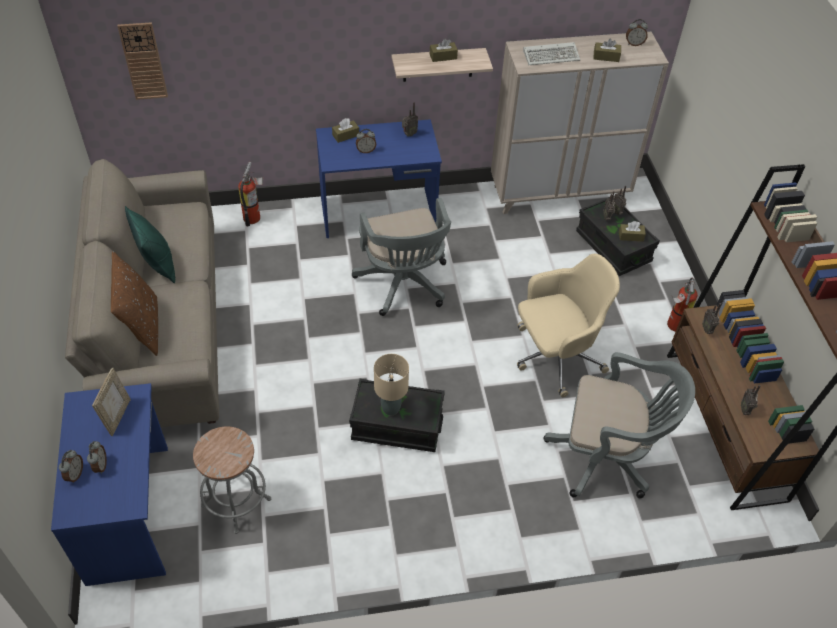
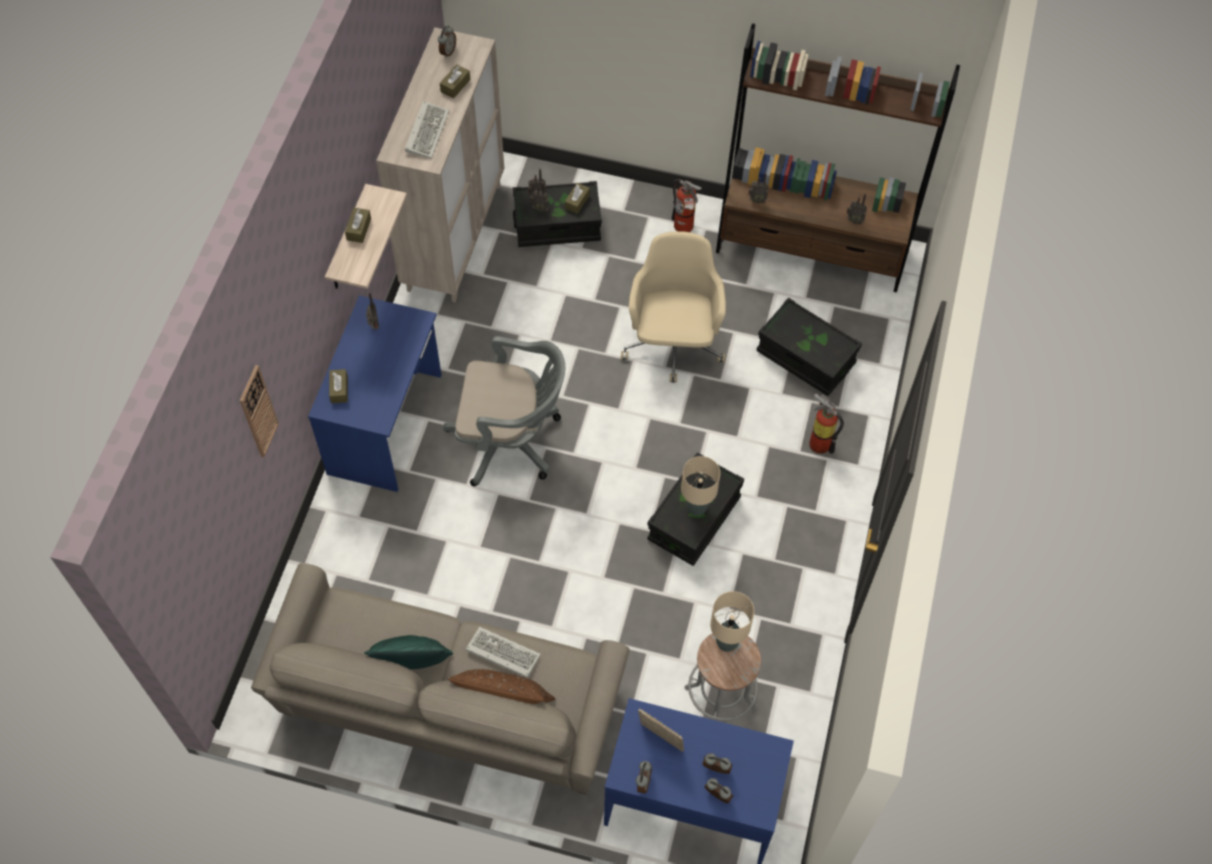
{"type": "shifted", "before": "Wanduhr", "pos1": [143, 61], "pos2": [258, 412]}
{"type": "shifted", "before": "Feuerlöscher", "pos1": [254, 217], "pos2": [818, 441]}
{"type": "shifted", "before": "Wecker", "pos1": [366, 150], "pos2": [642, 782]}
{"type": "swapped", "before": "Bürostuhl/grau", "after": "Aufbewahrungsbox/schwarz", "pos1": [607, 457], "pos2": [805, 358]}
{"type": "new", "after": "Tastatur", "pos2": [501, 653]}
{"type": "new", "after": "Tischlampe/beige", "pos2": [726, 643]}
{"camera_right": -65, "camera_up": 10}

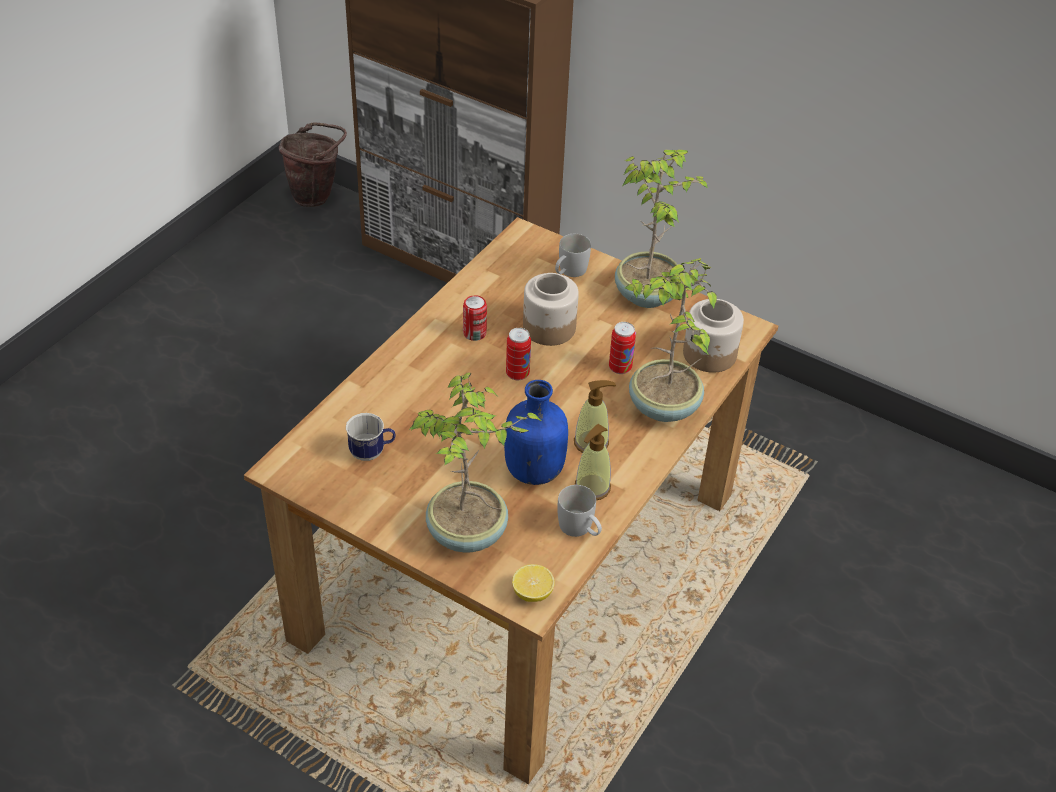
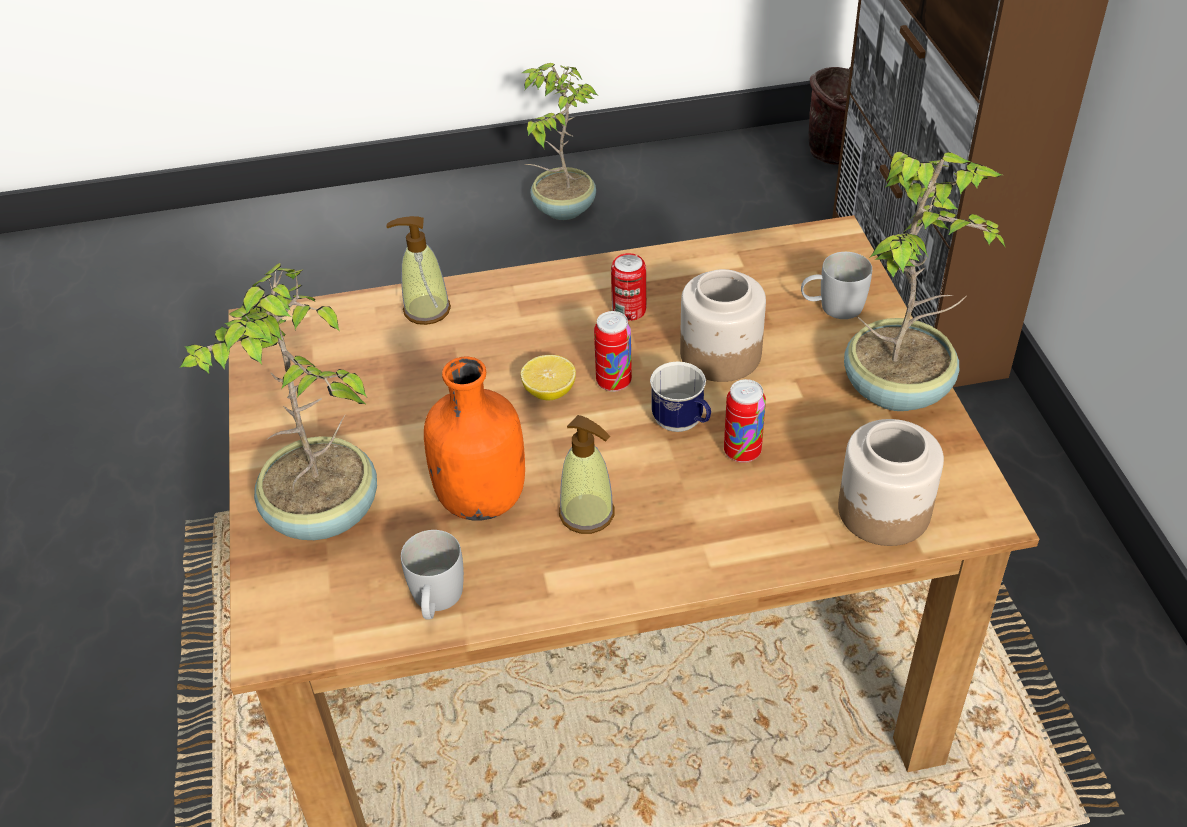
{"type": "shifted", "before": "Henkelbecher", "pos1": [372, 452], "pos2": [683, 424]}
{"type": "repainted", "before": "Flasche/blau", "after": "Flasche/orange", "pos1": [533, 470], "pos2": [482, 497]}
{"type": "shifted", "before": "Zitrone", "pos1": [532, 593], "pos2": [549, 392]}
{"type": "shifted", "before": "Seifenspender", "pos1": [592, 487], "pos2": [426, 310]}
{"type": "shifted", "before": "Topfpflanze", "pos1": [662, 408], "pos2": [562, 209]}
{"camera_right": 50, "camera_up": 0}

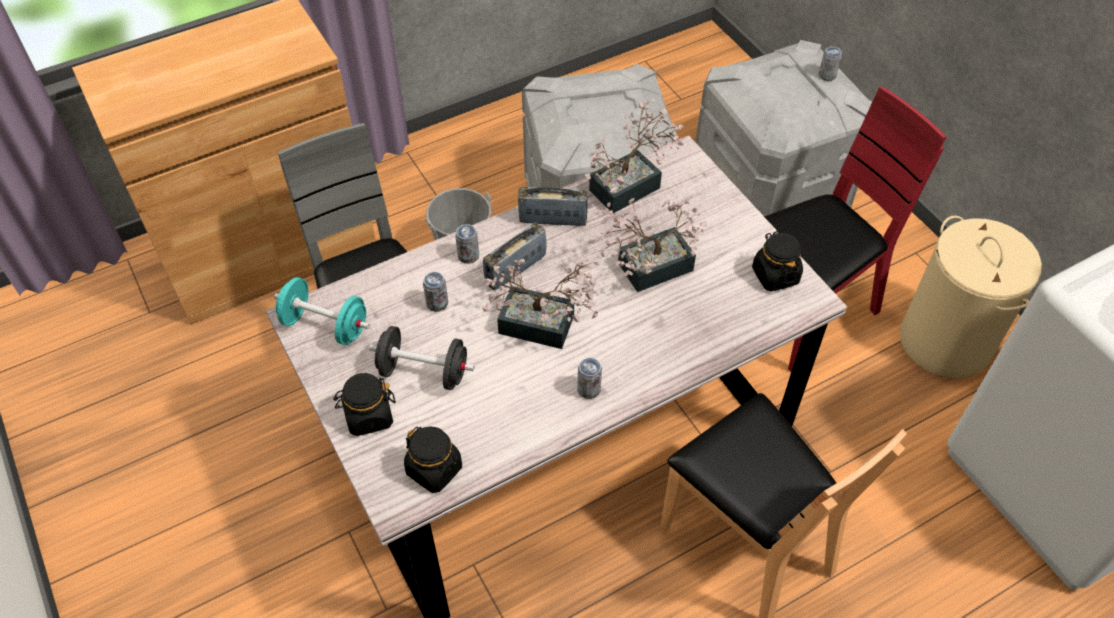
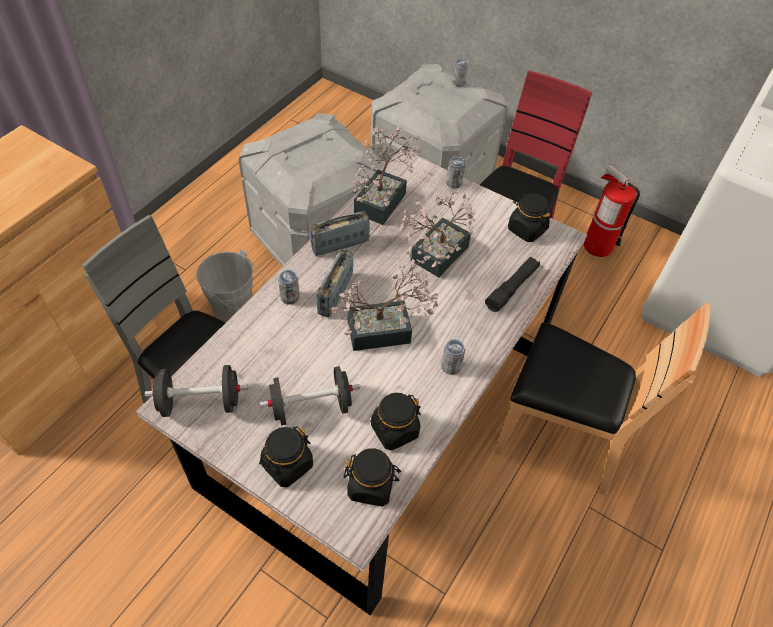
{"type": "repainted", "before": "Hantel/türkis", "after": "Hantel/schwarz", "pos1": [325, 325], "pos2": [200, 402]}
{"type": "shifted", "before": "Dose", "pos1": [437, 303], "pos2": [454, 183]}
{"type": "swapped", "before": "Wäschekorb/beige", "after": "Feuerlöscher", "pos1": [944, 341], "pos2": [597, 246]}
{"type": "new", "after": "Vorratsglas/schwarz", "pos2": [394, 430]}
{"type": "new", "after": "Taschenlampe/schwarz", "pos2": [512, 288]}
{"camera_right": -30, "camera_up": 0}

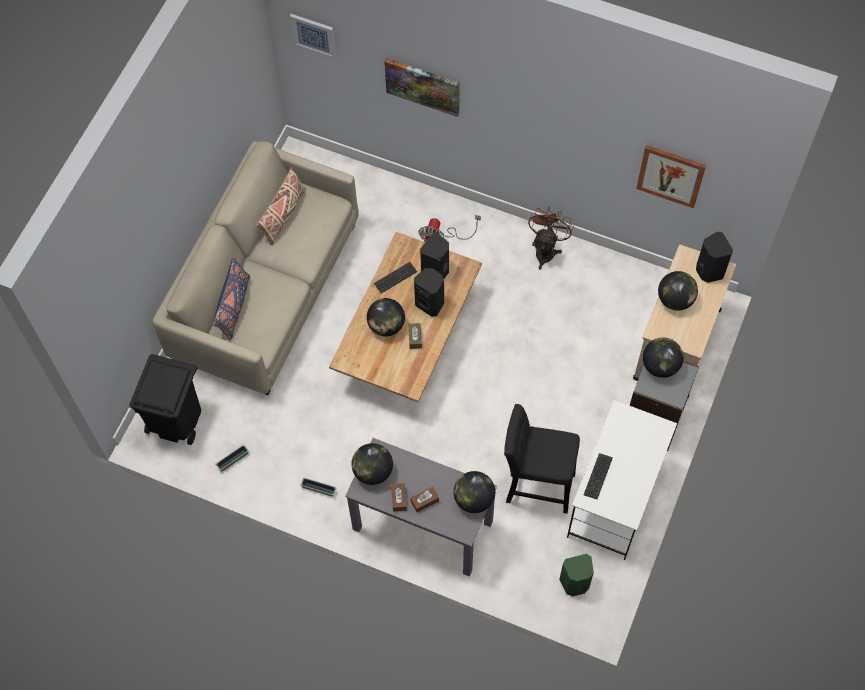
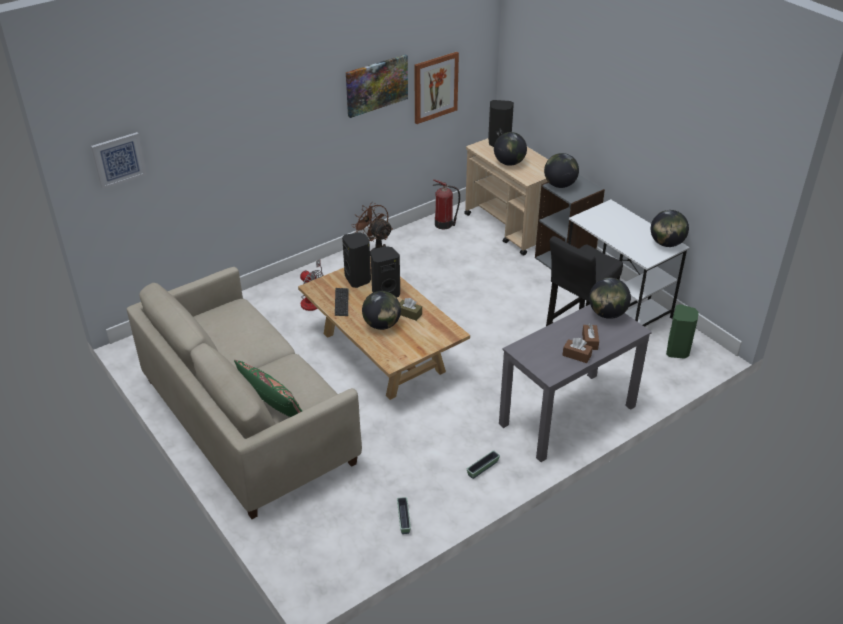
{"type": "gone", "before": "Mülleimer/schwarz", "pos1": [176, 420]}
{"type": "repainted", "before": "Kissen/blau", "after": "Kissen/grün", "pos1": [234, 307], "pos2": [272, 405]}
{"type": "gone", "before": "Kissen/beige", "pos1": [283, 215]}
{"type": "shifted", "before": "Globus", "pos1": [373, 471], "pos2": [666, 243]}
{"type": "shifted", "before": "Bild", "pos1": [423, 85], "pos2": [376, 85]}
{"type": "gone", "before": "Tastatur", "pos1": [598, 476]}
{"type": "new", "after": "Feuerlöscher", "pos2": [444, 224]}
{"camera_right": -60, "camera_up": -25}

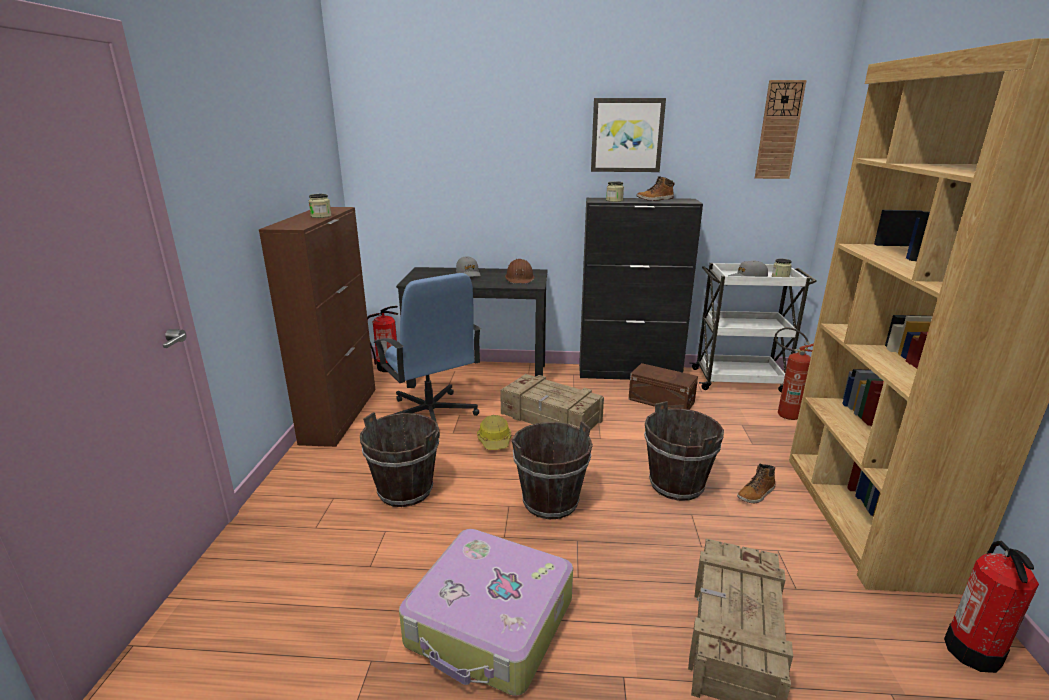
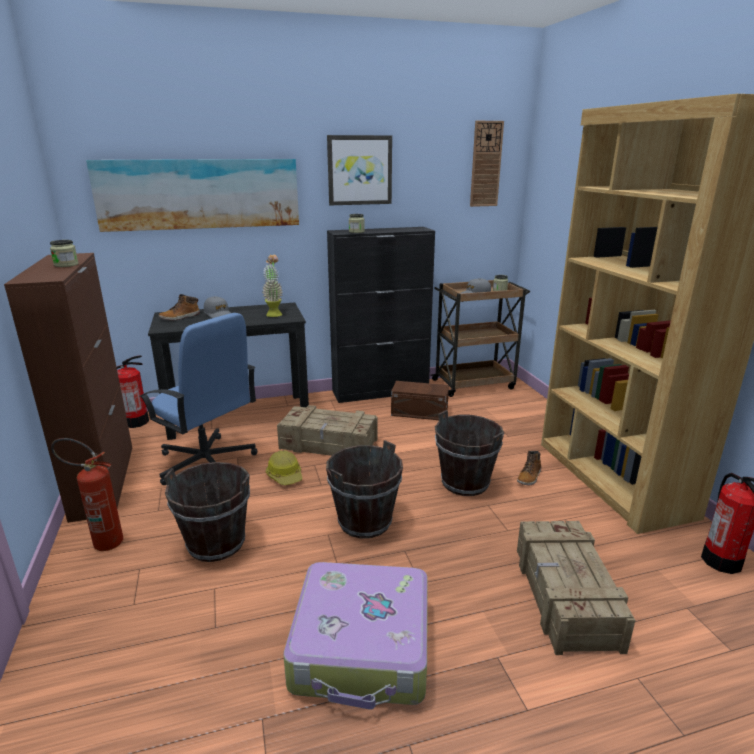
{"type": "swapped", "before": "Schutzhelm/braun", "after": "Topfpflanze", "pos1": [520, 278], "pos2": [274, 313]}
{"type": "shifted", "before": "Stiefel", "pos1": [655, 199], "pos2": [180, 317]}
{"type": "repainted", "before": "Rollwagen/weiß", "after": "Rollwagen/braun", "pos1": [739, 380], "pos2": [474, 384]}
{"type": "shifted", "before": "Feuerlöscher", "pos1": [782, 414], "pos2": [101, 542]}
{"type": "new", "after": "Bild", "pos2": [199, 194]}
{"camera_right": -20, "camera_up": 0}

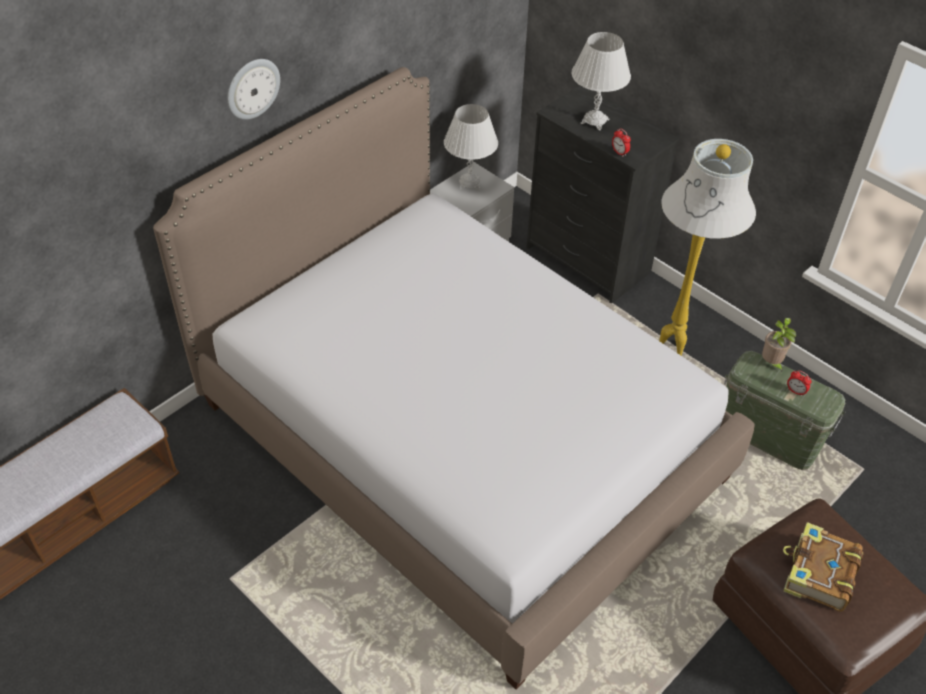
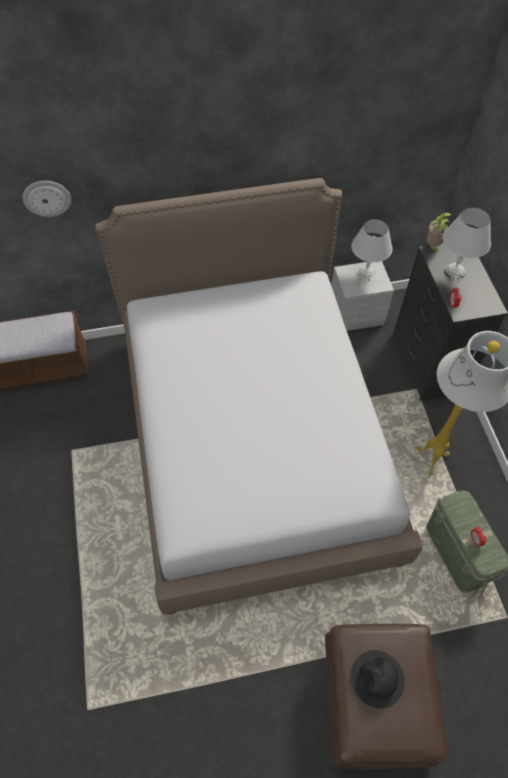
{"type": "shifted", "before": "Wanduhr", "pos1": [252, 88], "pos2": [47, 197]}
{"type": "shifted", "before": "Topfpflanze", "pos1": [771, 363], "pos2": [432, 246]}
{"type": "swapped", "before": "Buch", "after": "Hut/schwarz", "pos1": [818, 575], "pos2": [377, 679]}
{"camera_right": 35, "camera_up": 10}

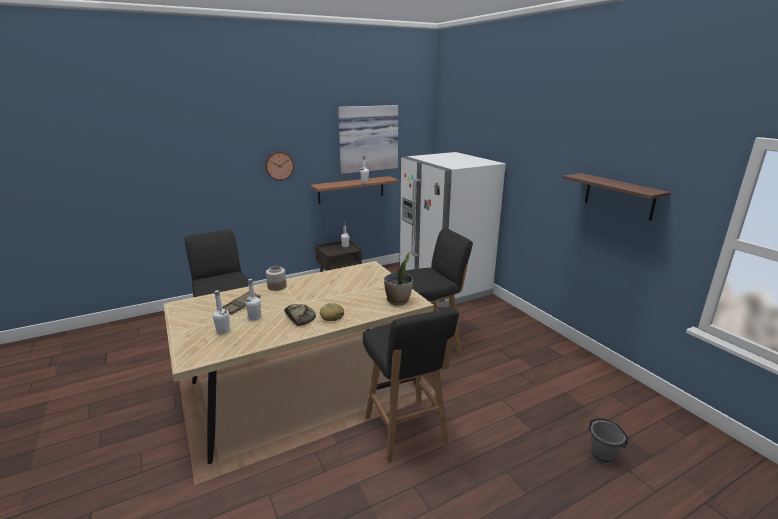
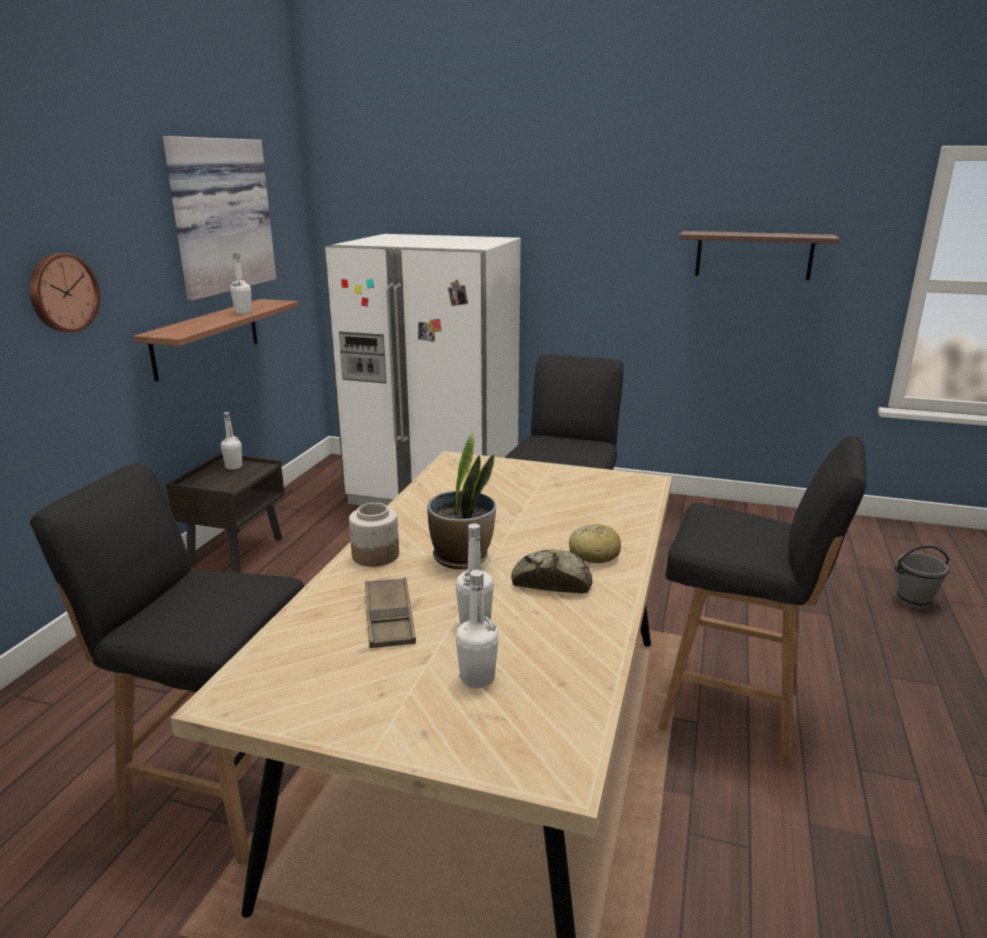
{"type": "shifted", "before": "Topfpflanze", "pos1": [398, 301], "pos2": [462, 557]}
{"camera_right": -45, "camera_up": 0}

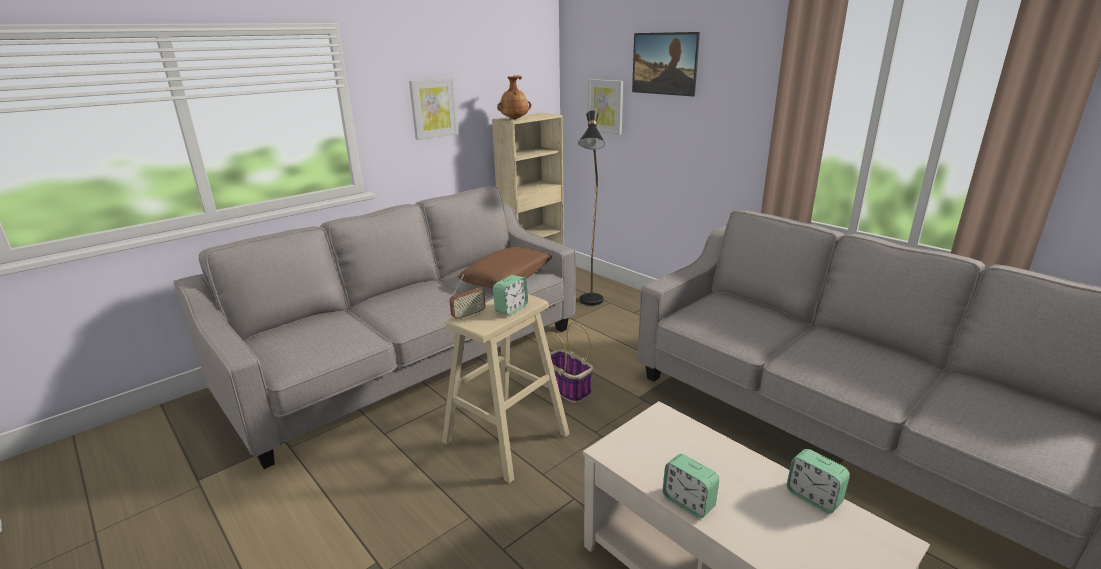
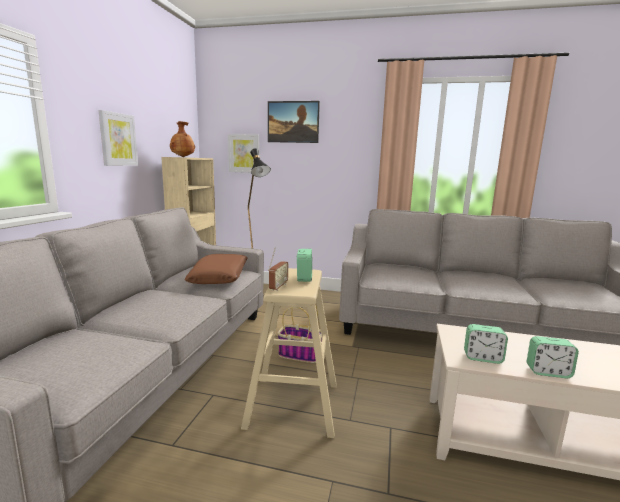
{"type": "shifted", "before": "Wecker", "pos1": [813, 497], "pos2": [482, 358]}
{"camera_right": -35, "camera_up": -10}

